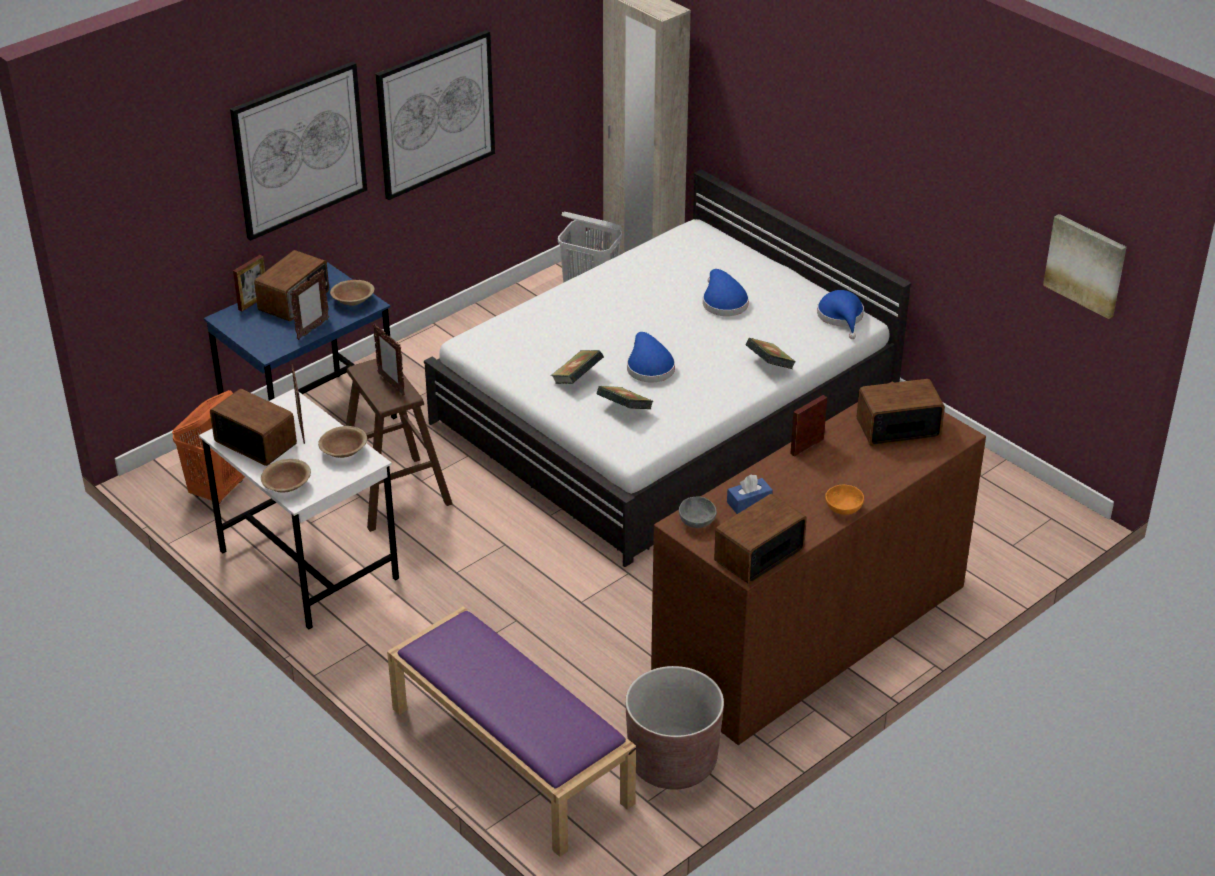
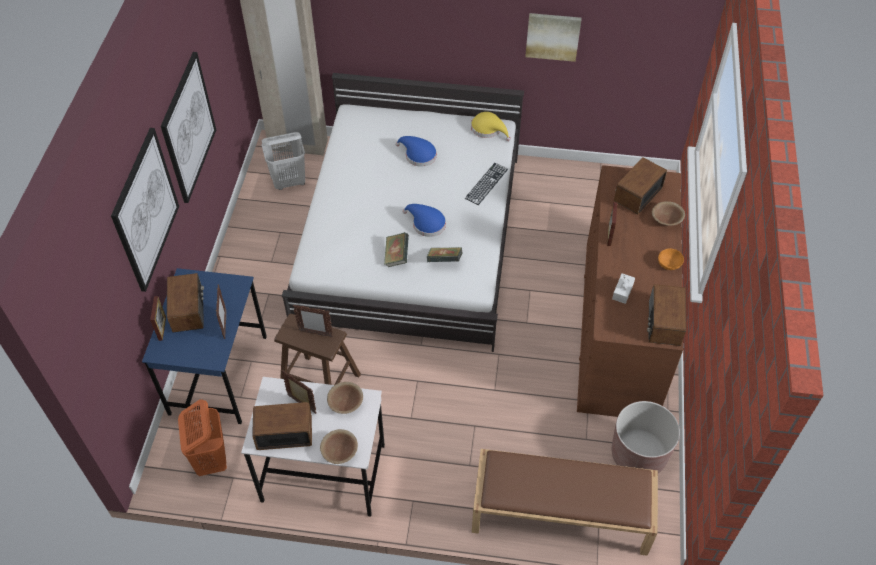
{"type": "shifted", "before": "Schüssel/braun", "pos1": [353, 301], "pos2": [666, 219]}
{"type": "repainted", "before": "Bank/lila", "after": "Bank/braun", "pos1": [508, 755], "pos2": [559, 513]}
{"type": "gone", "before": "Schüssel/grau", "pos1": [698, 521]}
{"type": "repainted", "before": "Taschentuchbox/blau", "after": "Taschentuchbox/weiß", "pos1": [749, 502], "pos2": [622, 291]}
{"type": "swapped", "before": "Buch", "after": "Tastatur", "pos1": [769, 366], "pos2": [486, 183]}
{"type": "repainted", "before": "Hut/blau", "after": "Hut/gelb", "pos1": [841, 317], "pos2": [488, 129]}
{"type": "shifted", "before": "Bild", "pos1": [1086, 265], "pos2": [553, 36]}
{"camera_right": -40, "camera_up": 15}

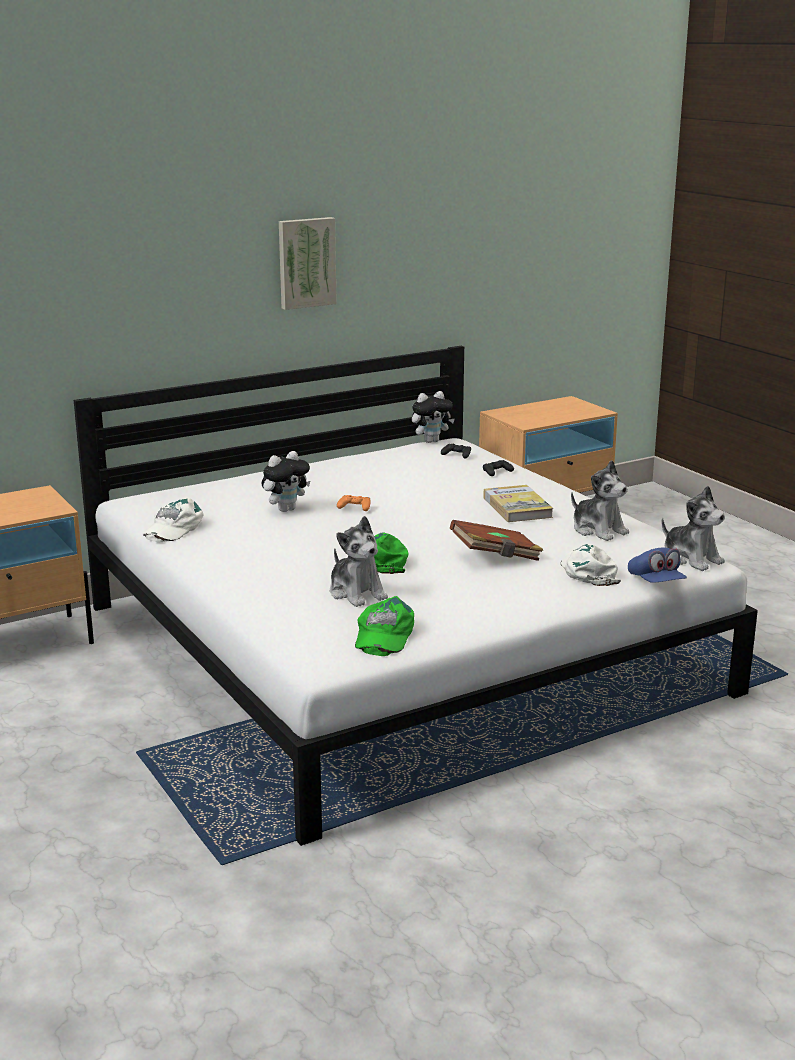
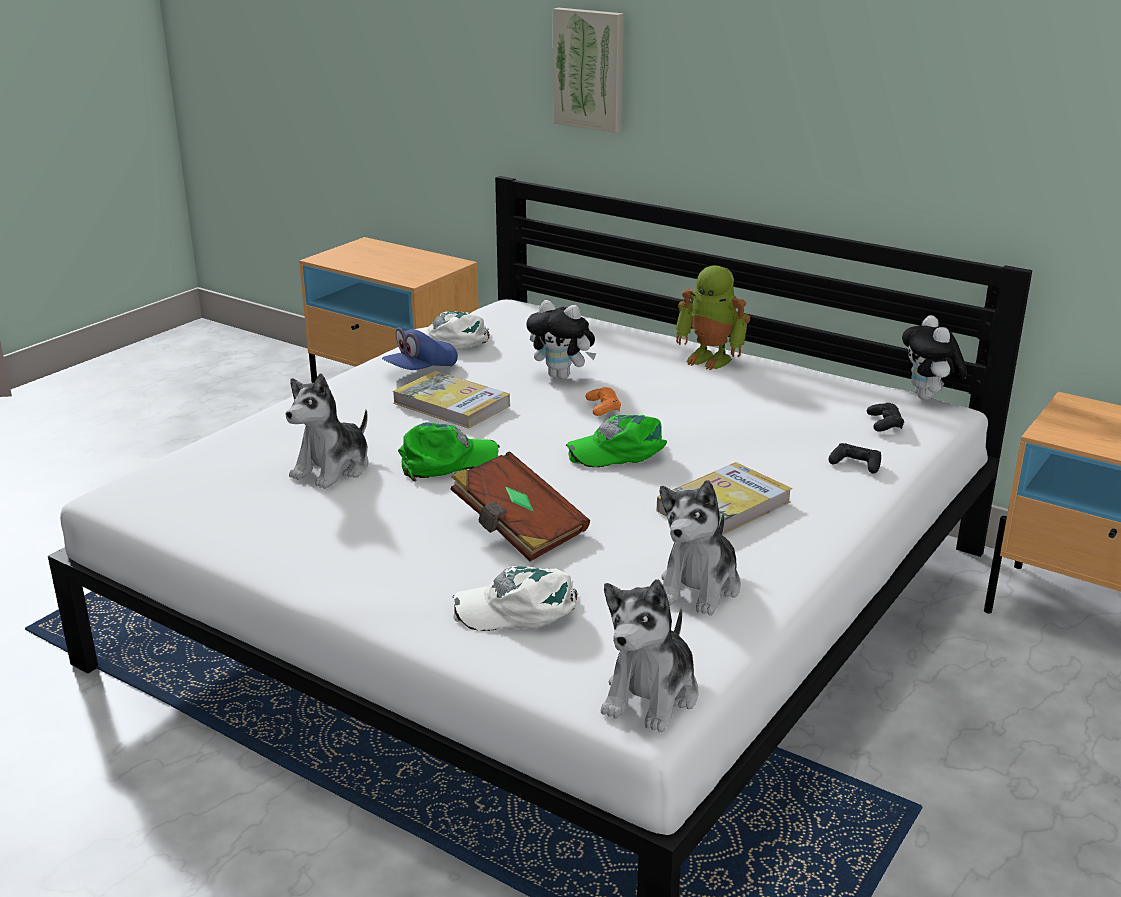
{"type": "shifted", "before": "Bild", "pos1": [306, 262], "pos2": [590, 69]}
{"type": "shifted", "before": "Kappe/grün", "pos1": [383, 635], "pos2": [618, 450]}
{"type": "rotated", "before": "Plüschtier", "pos1": [431, 441], "pos2": [928, 398], "turn": 45}
{"type": "rotated", "before": "Kappe/weiß", "pos1": [588, 571], "pos2": [518, 608], "turn": -150}
{"type": "shifted", "before": "Kappe/blau", "pos1": [656, 583], "pos2": [421, 370]}
{"type": "new", "after": "Buch", "pos2": [451, 404]}
{"type": "new", "after": "Spielzeugroboter", "pos2": [711, 359]}
{"camera_right": 65, "camera_up": 5}

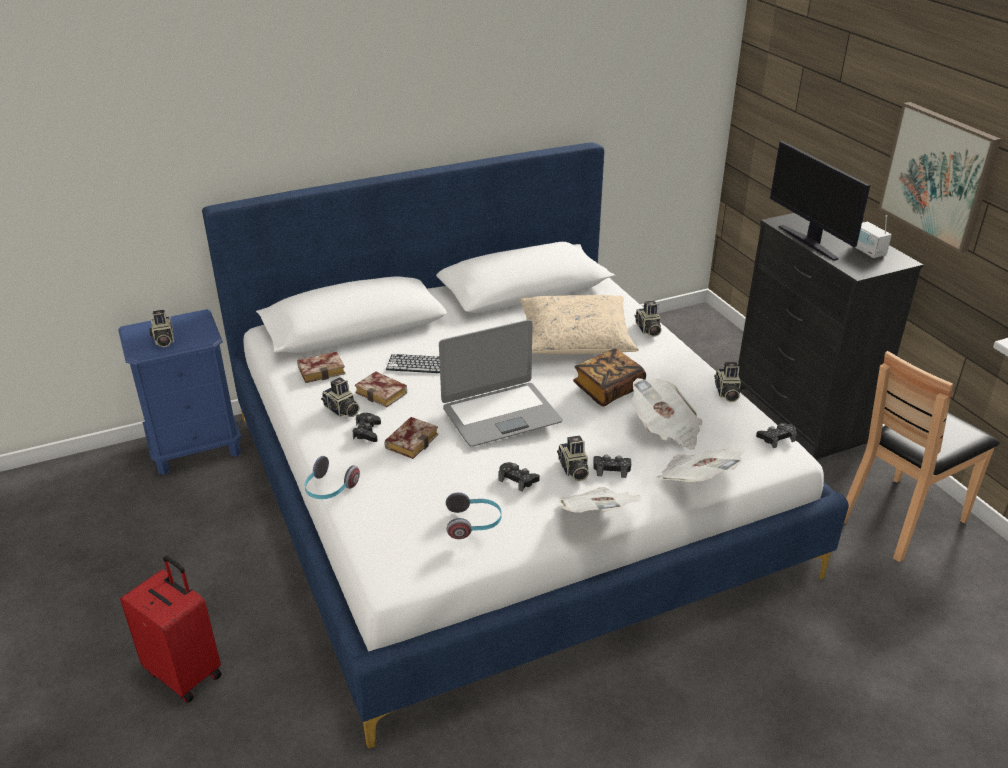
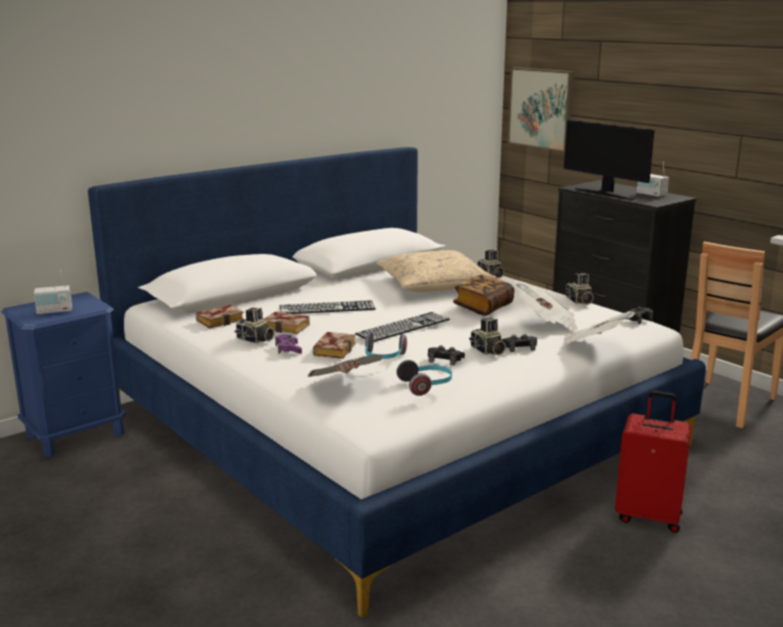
{"type": "shifted", "before": "Koffer/rot", "pos1": [186, 673], "pos2": [649, 516]}
{"type": "swapped", "before": "Kamera", "after": "Radio", "pos1": [163, 340], "pos2": [54, 311]}
{"type": "shifted", "before": "Kopfhörer", "pos1": [329, 489], "pos2": [383, 358]}
{"type": "repainted", "before": "Gamepad/schwarz", "after": "Gamepad/lila", "pos1": [367, 432], "pos2": [288, 349]}
{"type": "swapped", "before": "Laptop", "after": "Tastatur", "pos1": [500, 414], "pos2": [403, 327]}
{"type": "shifted", "before": "Zeitung", "pos1": [597, 517], "pos2": [345, 386]}
{"type": "shifted", "before": "Bild", "pos1": [938, 175], "pos2": [541, 108]}
{"camera_right": -15, "camera_up": -15}

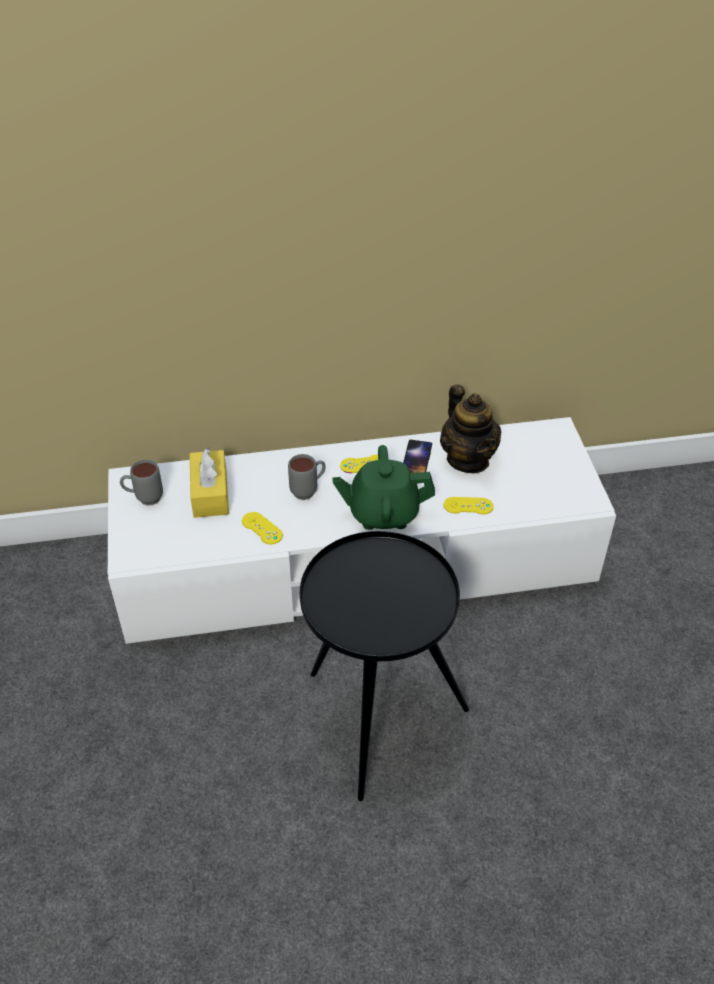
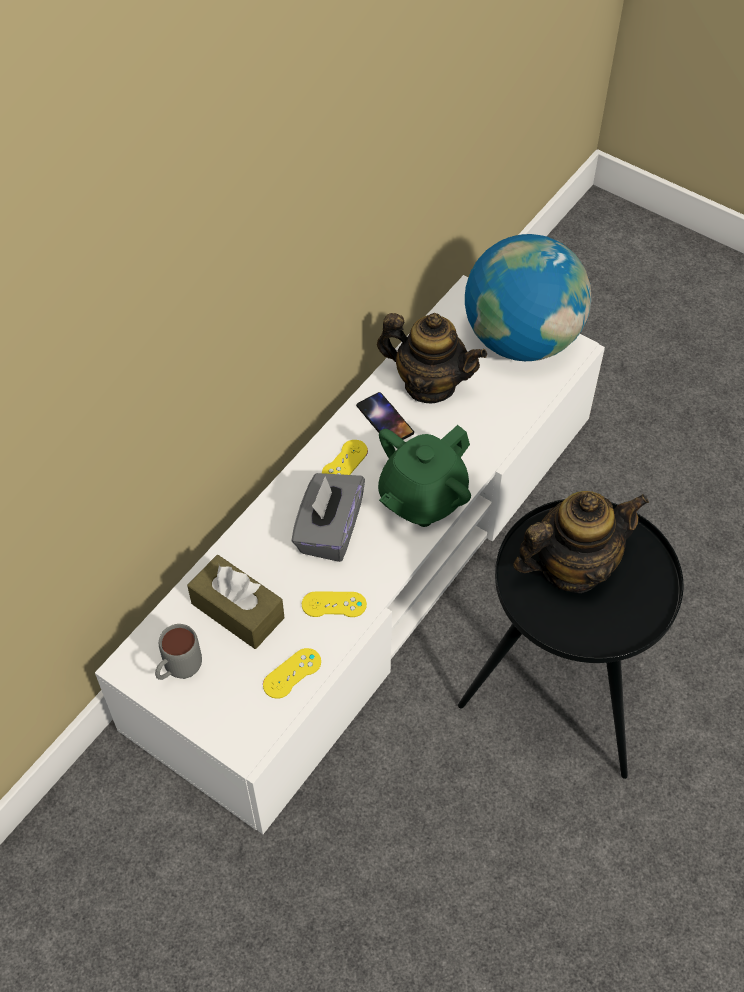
{"type": "repainted", "before": "Taschentuchbox/gelb", "after": "Taschentuchbox/braun", "pos1": [210, 493], "pos2": [237, 610]}
{"type": "swapped", "before": "Henkelbecher/grau", "after": "Taschentuchbox/grau", "pos1": [309, 491], "pos2": [329, 531]}
{"type": "shifted", "before": "Gamepad/gelb", "pos1": [468, 506], "pos2": [292, 673]}
{"type": "new", "after": "Globus", "pos2": [521, 339]}
{"type": "new", "after": "Teekanne", "pos2": [571, 567]}
{"camera_right": -45, "camera_up": 10}

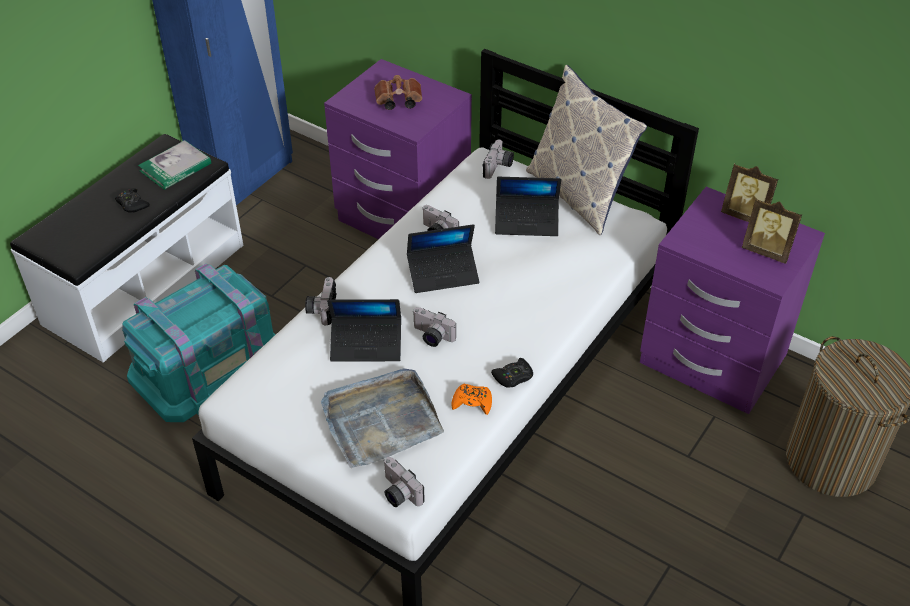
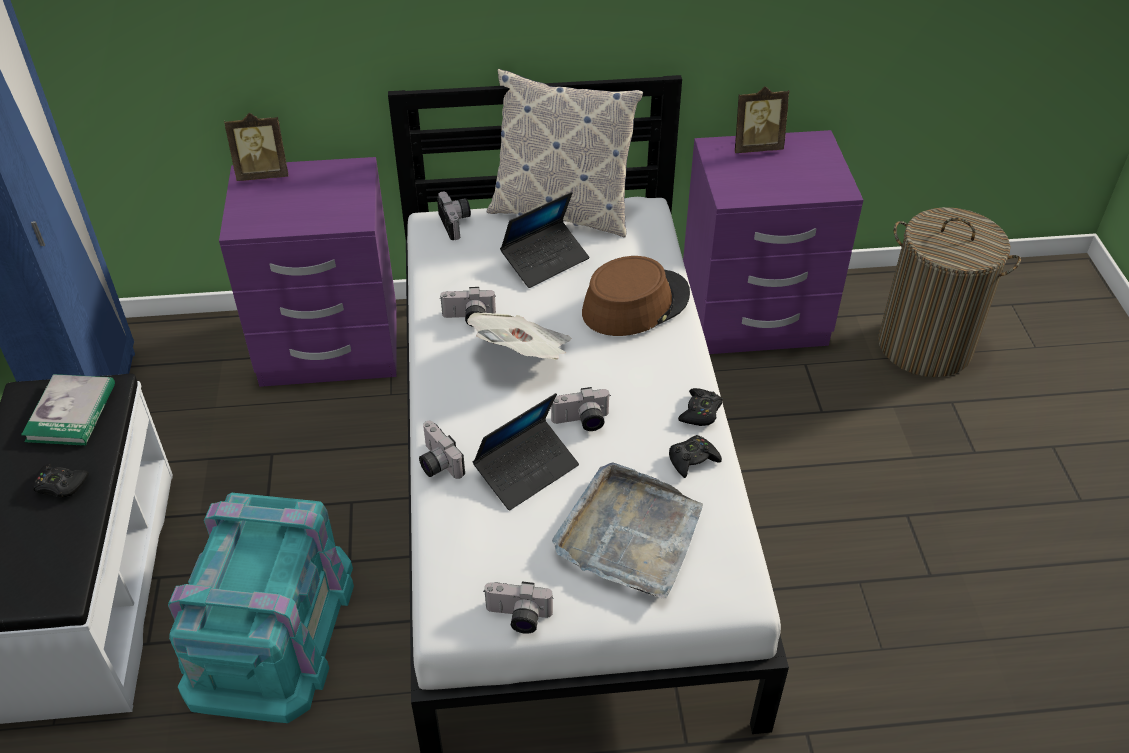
{"type": "gone", "before": "Fernglas/braun", "pos1": [397, 102]}
{"type": "shifted", "before": "Kamera", "pos1": [398, 493], "pos2": [517, 618]}
{"type": "swapped", "before": "Laptop", "after": "Zeitung", "pos1": [443, 274], "pos2": [523, 354]}
{"type": "repainted", "before": "Gamepad/orange", "after": "Gamepad/schwarz", "pos1": [472, 402], "pos2": [692, 460]}
{"type": "shifted", "before": "Bilderrahmen", "pos1": [767, 251], "pos2": [263, 174]}
{"type": "new", "after": "Hut/braun", "pos2": [635, 303]}
{"camera_right": -40, "camera_up": 0}

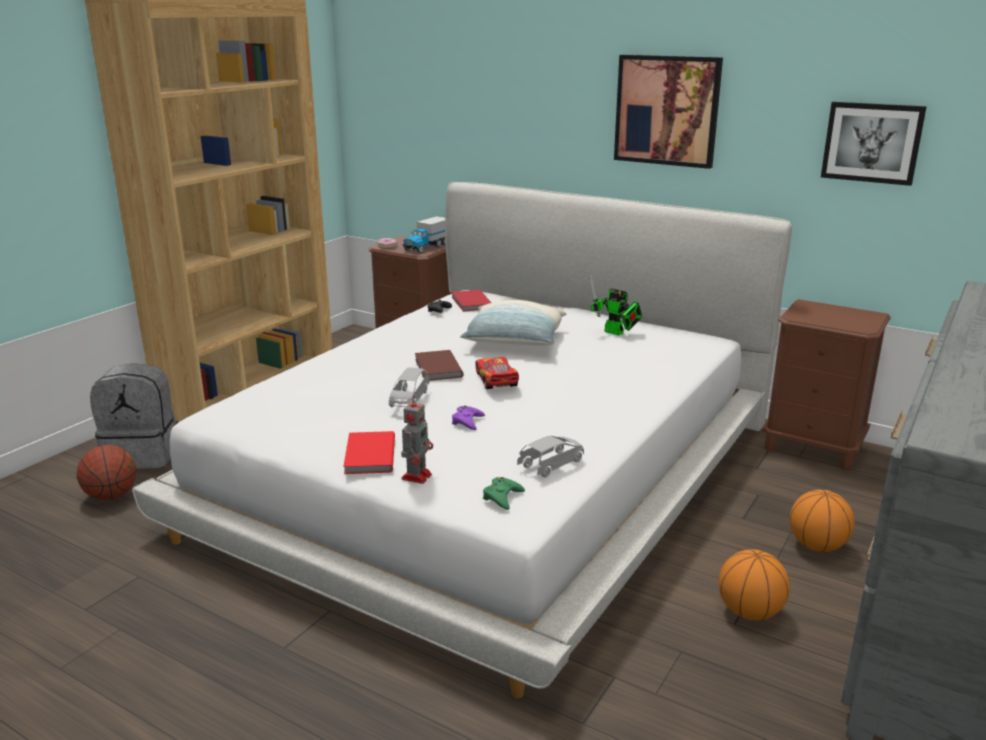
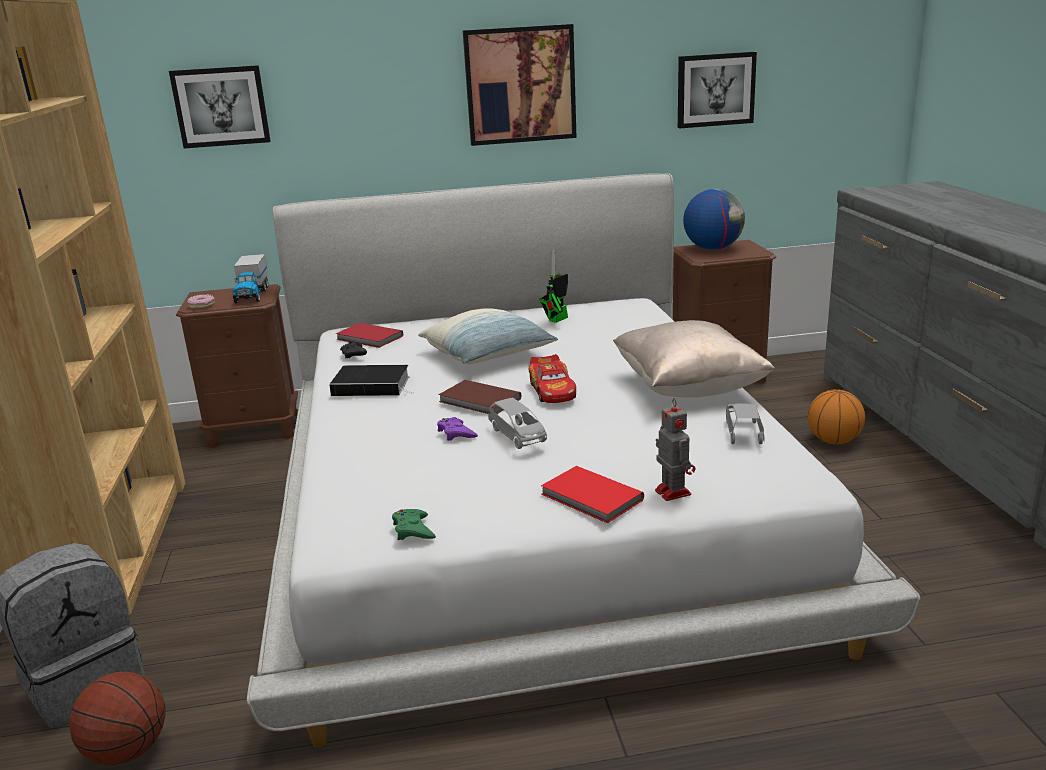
{"type": "shifted", "before": "Gamepad/lila", "pos1": [467, 421], "pos2": [456, 433]}
{"type": "rotated", "before": "Spielzeugauto", "pos1": [496, 380], "pos2": [552, 390], "turn": -135}
{"type": "shifted", "before": "Gamepad/grün", "pos1": [502, 497], "pos2": [413, 530]}
{"type": "rotated", "before": "Spielzeugroboter", "pos1": [616, 333], "pos2": [556, 320], "turn": 135}
{"type": "gone", "before": "Basketball", "pos1": [749, 612]}
{"type": "new", "after": "Bild", "pos2": [221, 106]}
{"type": "new", "after": "Buch", "pos2": [373, 385]}
{"type": "new", "after": "Kissen/beige", "pos2": [688, 389]}
{"type": "new", "after": "Globus", "pos2": [712, 249]}
{"camera_right": -40, "camera_up": 0}

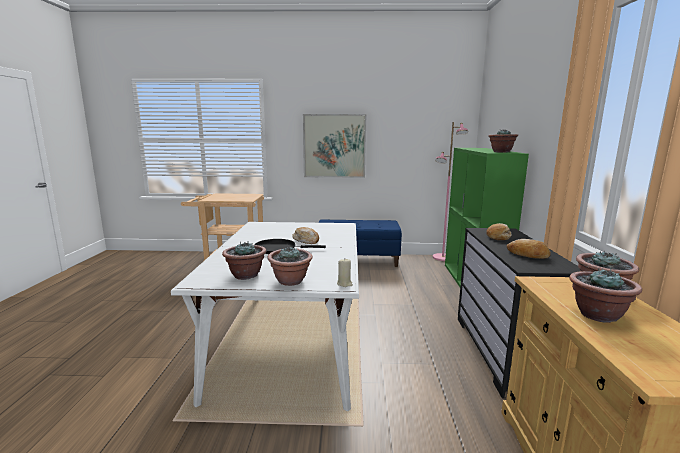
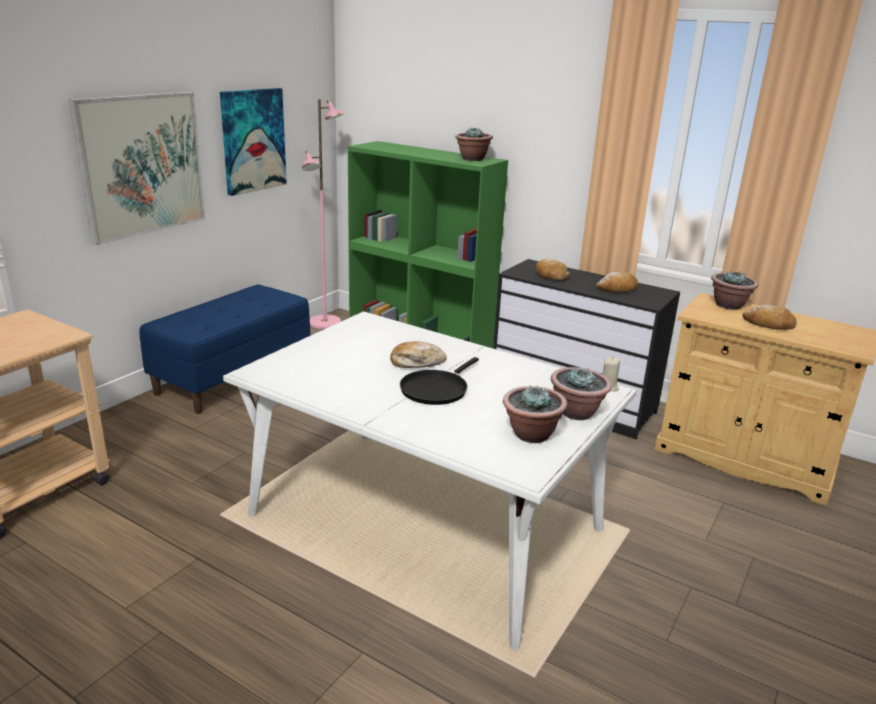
{"type": "swapped", "before": "Topfpflanze", "after": "Brot", "pos1": [597, 315], "pos2": [769, 324]}
{"type": "new", "after": "Bild", "pos2": [253, 140]}
{"camera_right": -60, "camera_up": 10}

